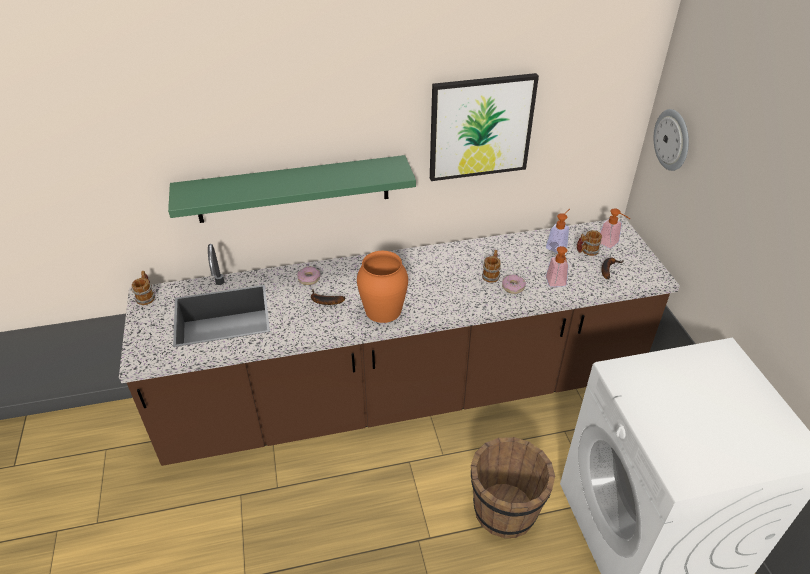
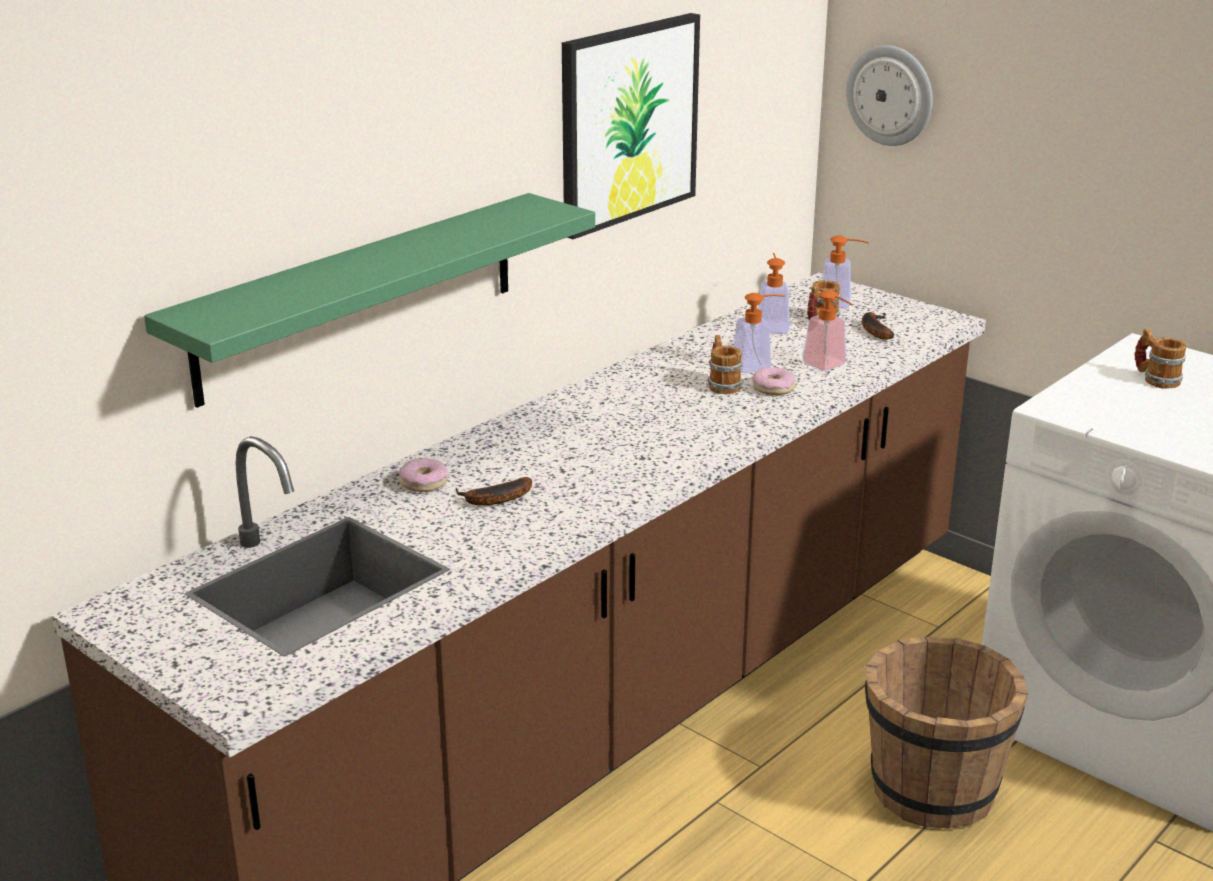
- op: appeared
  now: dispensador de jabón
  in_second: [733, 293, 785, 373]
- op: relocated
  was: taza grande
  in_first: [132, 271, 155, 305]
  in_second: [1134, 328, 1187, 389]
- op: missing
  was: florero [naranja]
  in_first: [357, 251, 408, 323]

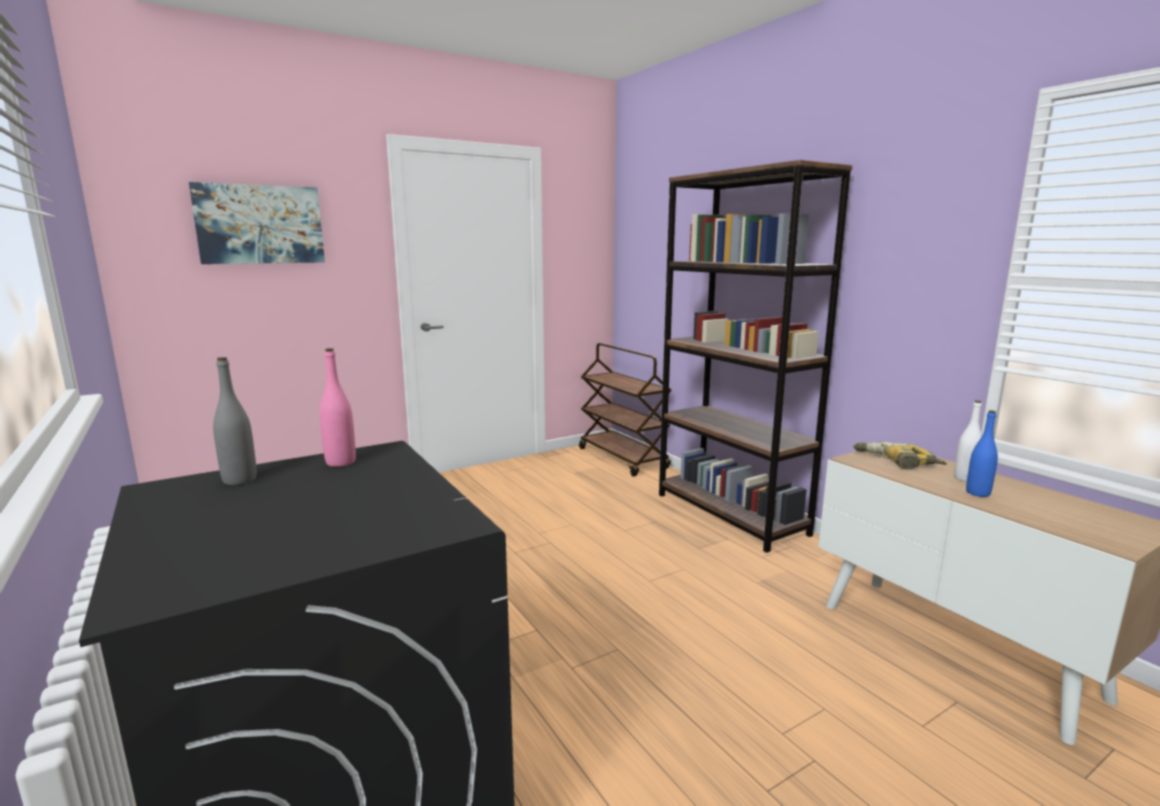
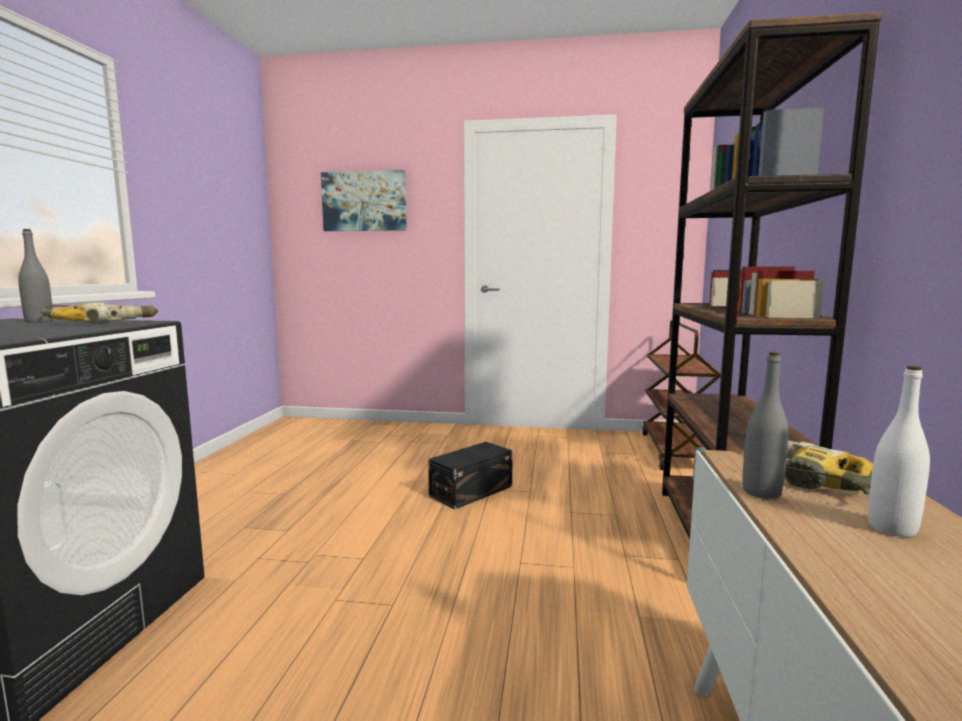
- op: exchanged
  was: botella [rosa]
  now: taladro
  in_first: [320, 348, 356, 467]
  in_second: [41, 302, 158, 324]
- op: appeared
  now: caja de almacenaje [negro]
  in_second: [428, 442, 513, 509]
- op: appeared
  now: botella [gris]
  in_second: [742, 352, 789, 499]
- op: missing
  was: botella [azul]
  in_first: [966, 410, 998, 497]

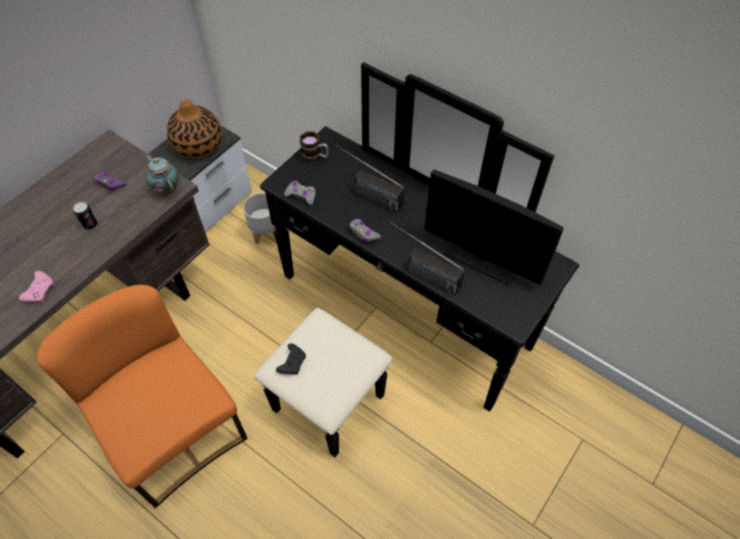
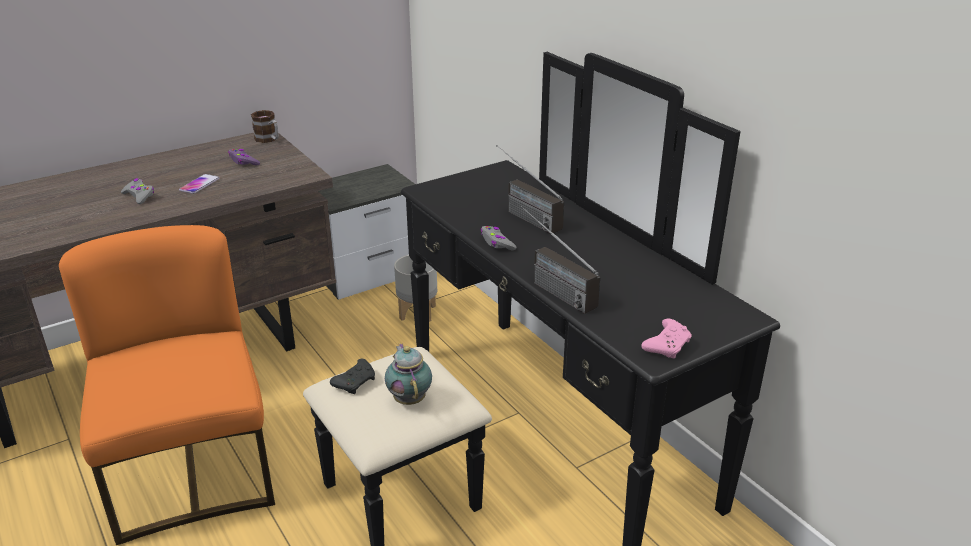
- op: relocated
  was: mando de consola [gris]
  in_first: [284, 181, 316, 205]
  in_second: [121, 178, 154, 204]
- op: exchanged
  was: lata
  now: móvil
  in_first: [73, 202, 98, 230]
  in_second: [179, 174, 219, 194]
- op: relocated
  was: taza grande
  in_first: [300, 132, 328, 162]
  in_second: [251, 110, 279, 143]
- op: relocated
  was: tetera
  in_first: [146, 155, 179, 195]
  in_second: [385, 343, 432, 405]
- op: relocated
  was: mando de consola [rosa]
  in_first: [19, 271, 54, 302]
  in_second: [641, 318, 692, 359]
- op: missing
  was: florero
  in_first: [167, 99, 222, 158]
- op: missing
  was: monitor
  in_first: [424, 169, 564, 285]

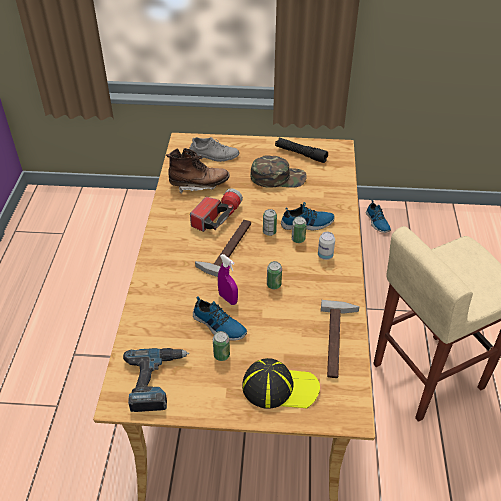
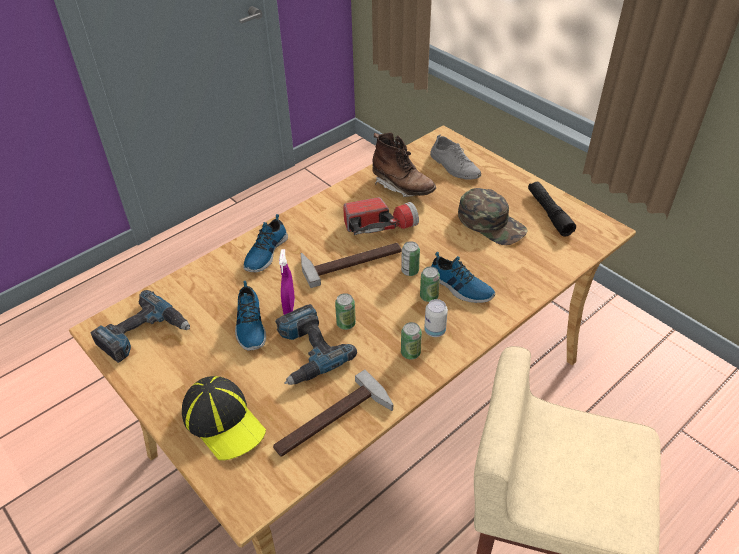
- op: relocated
  was: zapato
  in_first: [366, 200, 391, 233]
  in_second: [243, 214, 288, 272]
- op: appeared
  now: taladro
  in_second: [275, 304, 357, 385]
- op: relocated
  was: lata
  in_first: [213, 331, 230, 361]
  in_second: [401, 322, 422, 360]

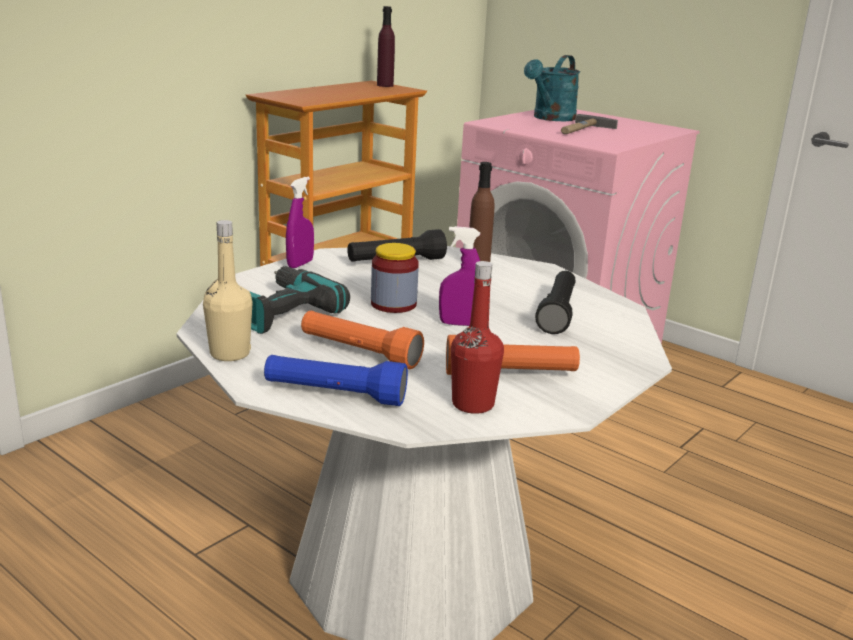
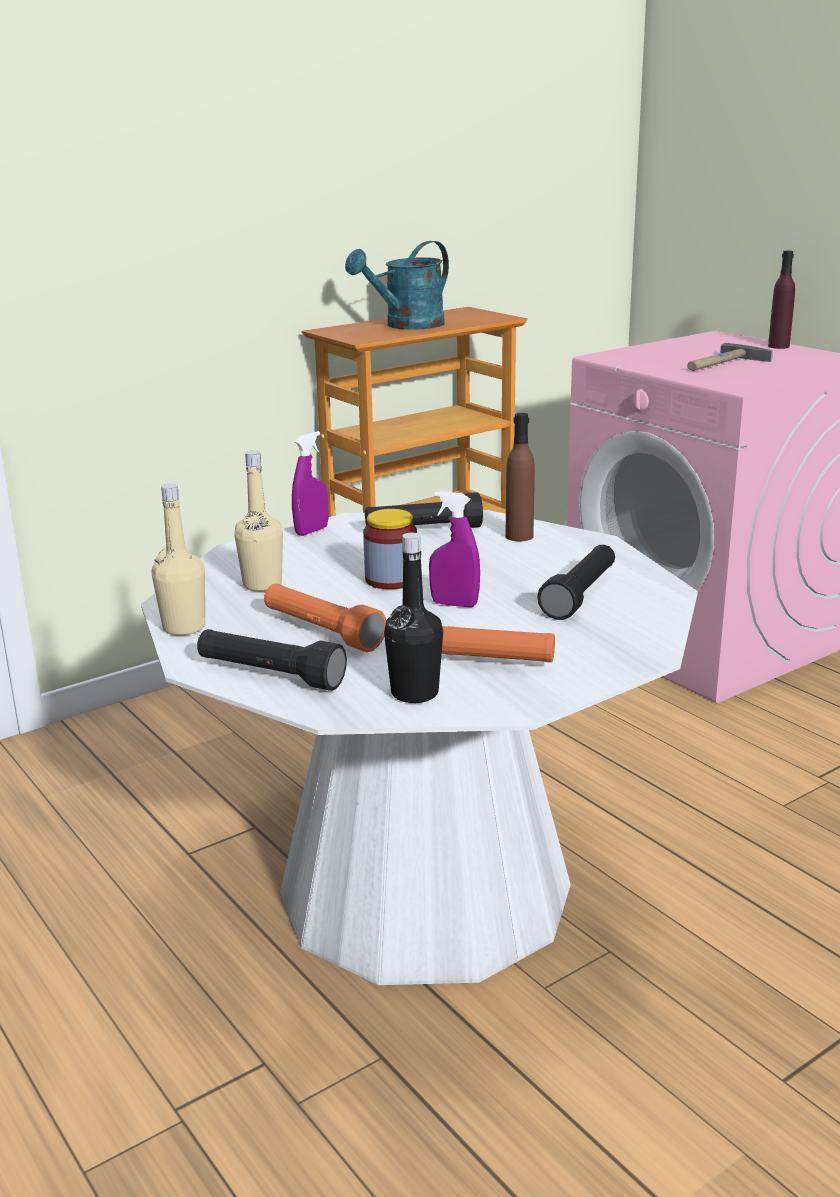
- op: colour
  was: linterna [azul]
  now: linterna [negro]
  in_first: [264, 355, 408, 406]
  in_second: [197, 629, 347, 691]
- op: exchanged
  was: taladro
  now: botella [beis]
  in_first: [249, 266, 350, 334]
  in_second: [234, 451, 283, 591]
- op: relocated
  was: regadera [turquesa]
  in_first: [524, 55, 580, 121]
  in_second: [345, 241, 449, 330]
- op: colour
  was: botella [rojo]
  now: botella [negro]
  in_first: [451, 261, 504, 414]
  in_second: [384, 533, 443, 703]
- op: relocated
  was: botella [morado]
  in_first: [377, 6, 395, 87]
  in_second: [768, 251, 795, 349]

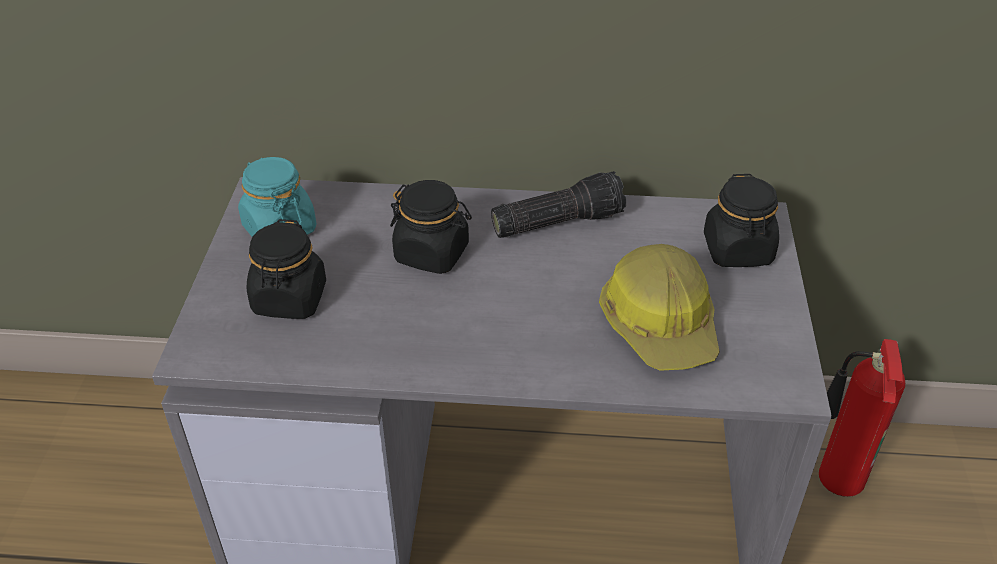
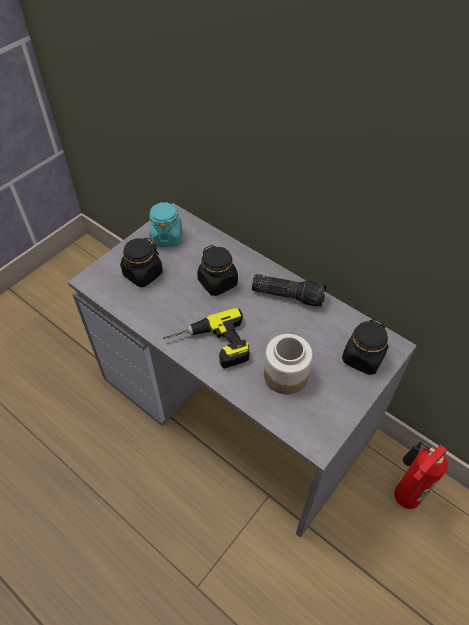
- op: appeared
  now: taladro
  in_second: [163, 308, 250, 369]
- op: exchanged
  was: casco
  now: tarro
  in_first: [599, 244, 720, 371]
  in_second: [264, 334, 313, 395]

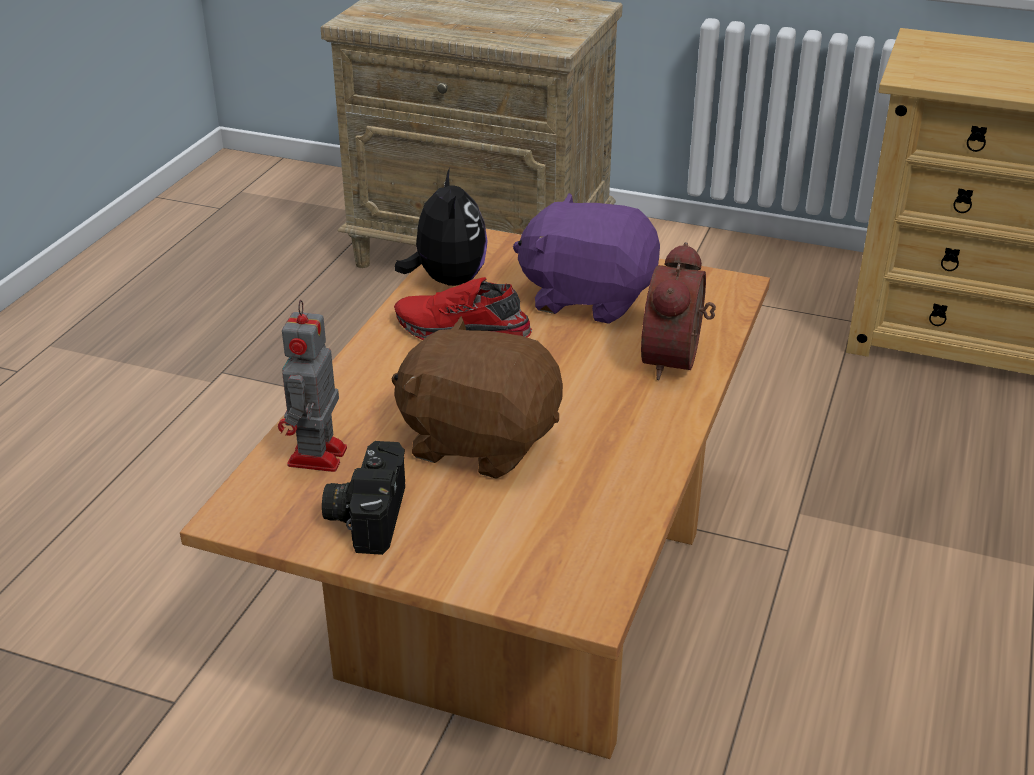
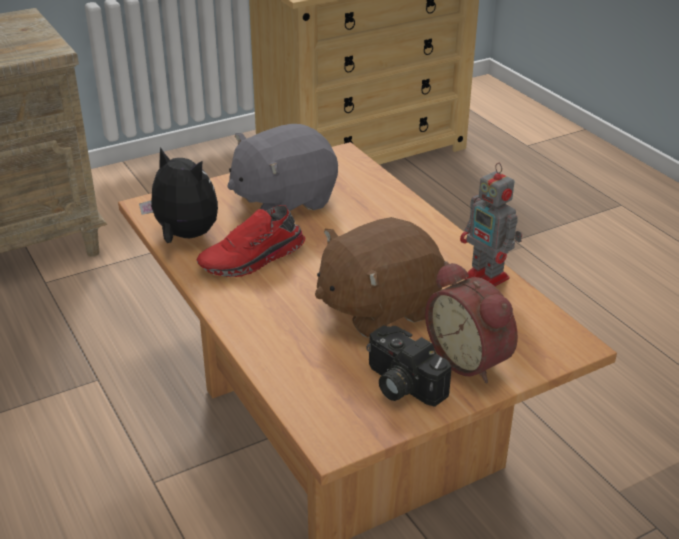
- op: colour
  was: peluche [morado]
  now: peluche [gris]
  in_first: [513, 193, 660, 324]
  in_second: [227, 124, 338, 211]
- op: relocated
  was: despertador
  in_first: [641, 242, 716, 380]
  in_second: [425, 261, 518, 383]
- op: relocated
  was: robot de juguete
  in_first: [278, 300, 347, 472]
  in_second: [460, 163, 522, 286]

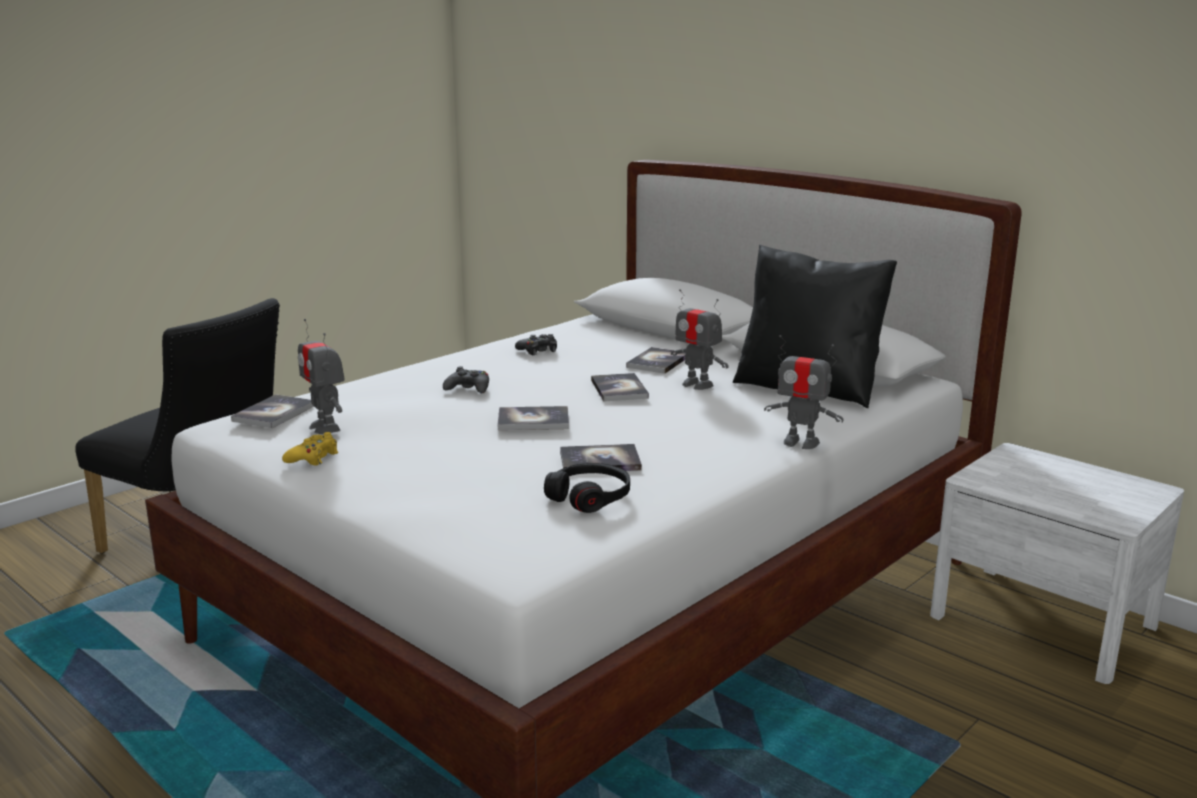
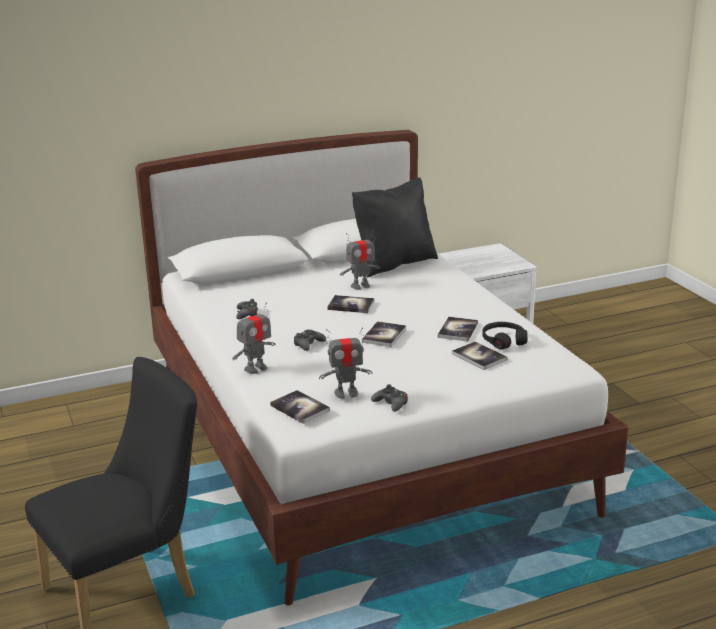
- op: relocated
  was: robot de juguete
  in_first: [764, 335, 844, 449]
  in_second: [232, 302, 275, 374]
- op: colour
  was: mando de consola [amarillo]
  now: mando de consola [negro]
  in_first: [282, 432, 338, 466]
  in_second: [371, 384, 408, 412]
- op: relocated
  was: libro
  in_first: [626, 347, 686, 374]
  in_second: [452, 342, 507, 370]

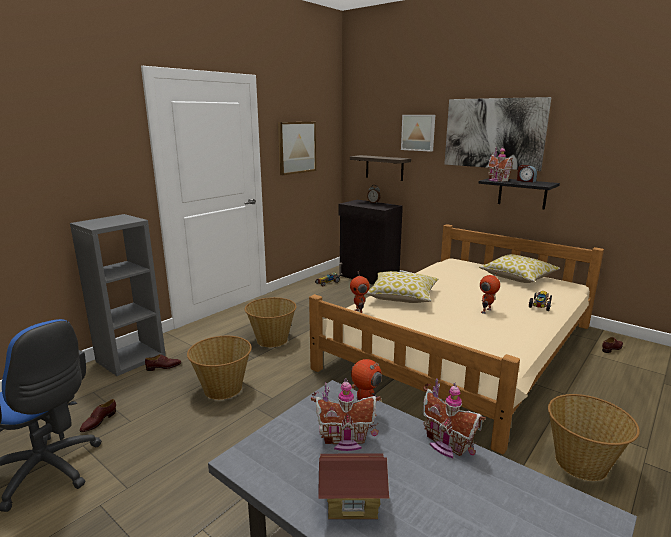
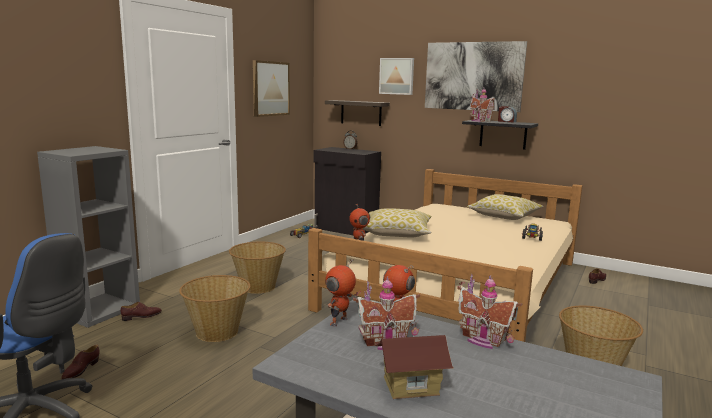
- op: relocated
  was: robot de juguete
  in_first: [480, 271, 500, 314]
  in_second: [325, 259, 356, 327]

